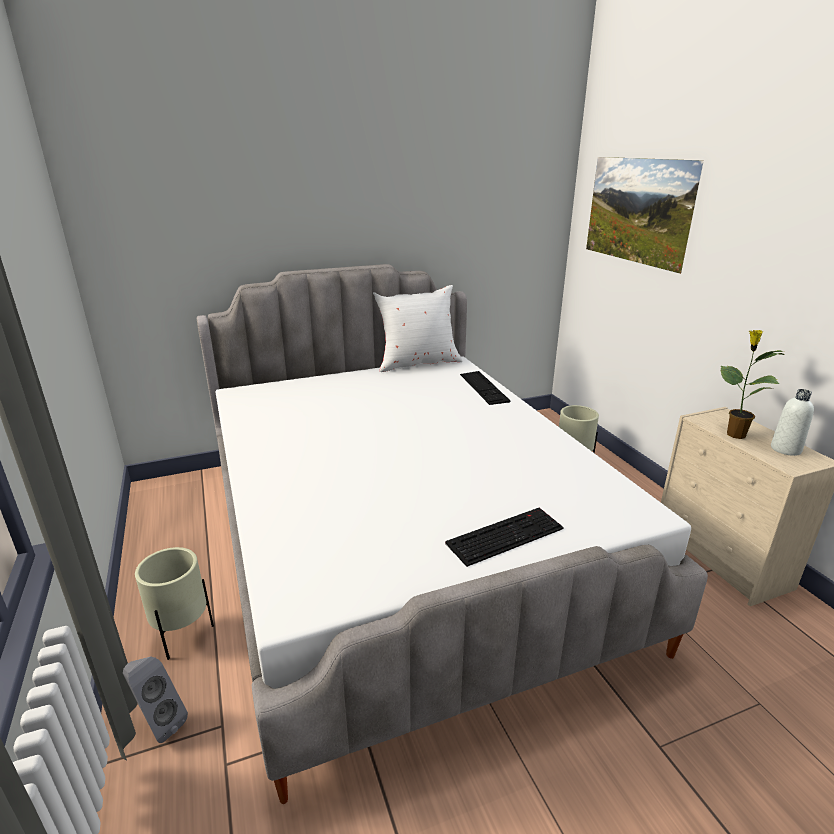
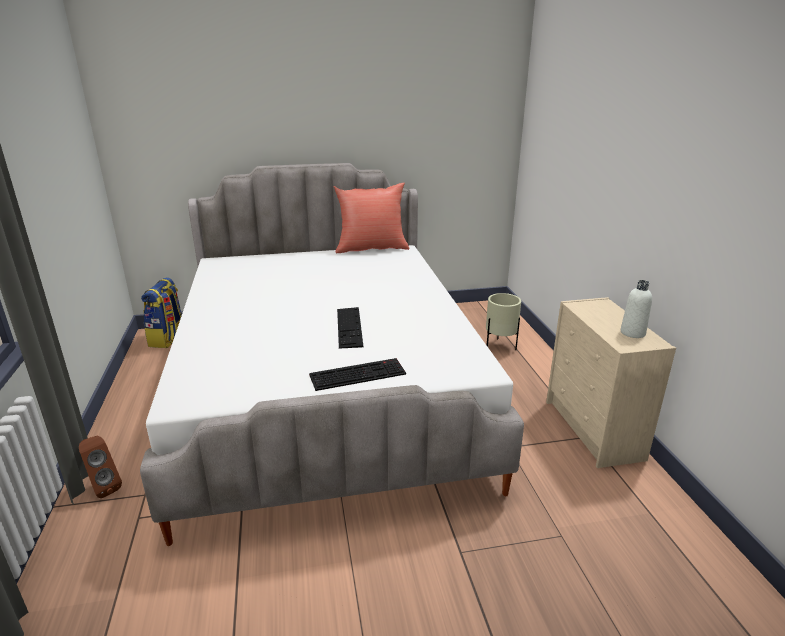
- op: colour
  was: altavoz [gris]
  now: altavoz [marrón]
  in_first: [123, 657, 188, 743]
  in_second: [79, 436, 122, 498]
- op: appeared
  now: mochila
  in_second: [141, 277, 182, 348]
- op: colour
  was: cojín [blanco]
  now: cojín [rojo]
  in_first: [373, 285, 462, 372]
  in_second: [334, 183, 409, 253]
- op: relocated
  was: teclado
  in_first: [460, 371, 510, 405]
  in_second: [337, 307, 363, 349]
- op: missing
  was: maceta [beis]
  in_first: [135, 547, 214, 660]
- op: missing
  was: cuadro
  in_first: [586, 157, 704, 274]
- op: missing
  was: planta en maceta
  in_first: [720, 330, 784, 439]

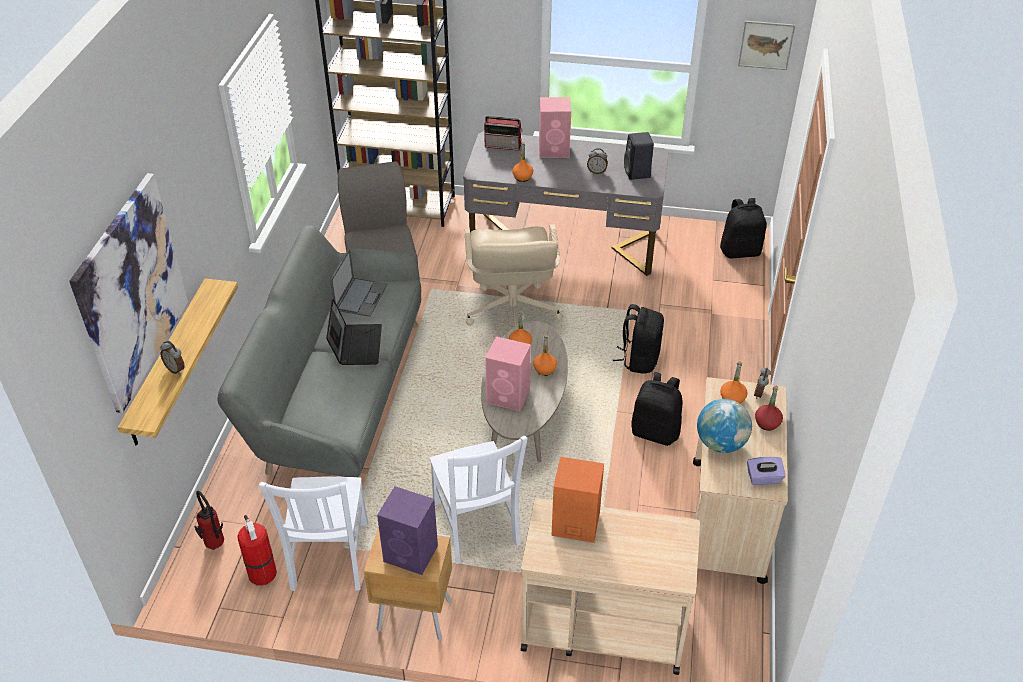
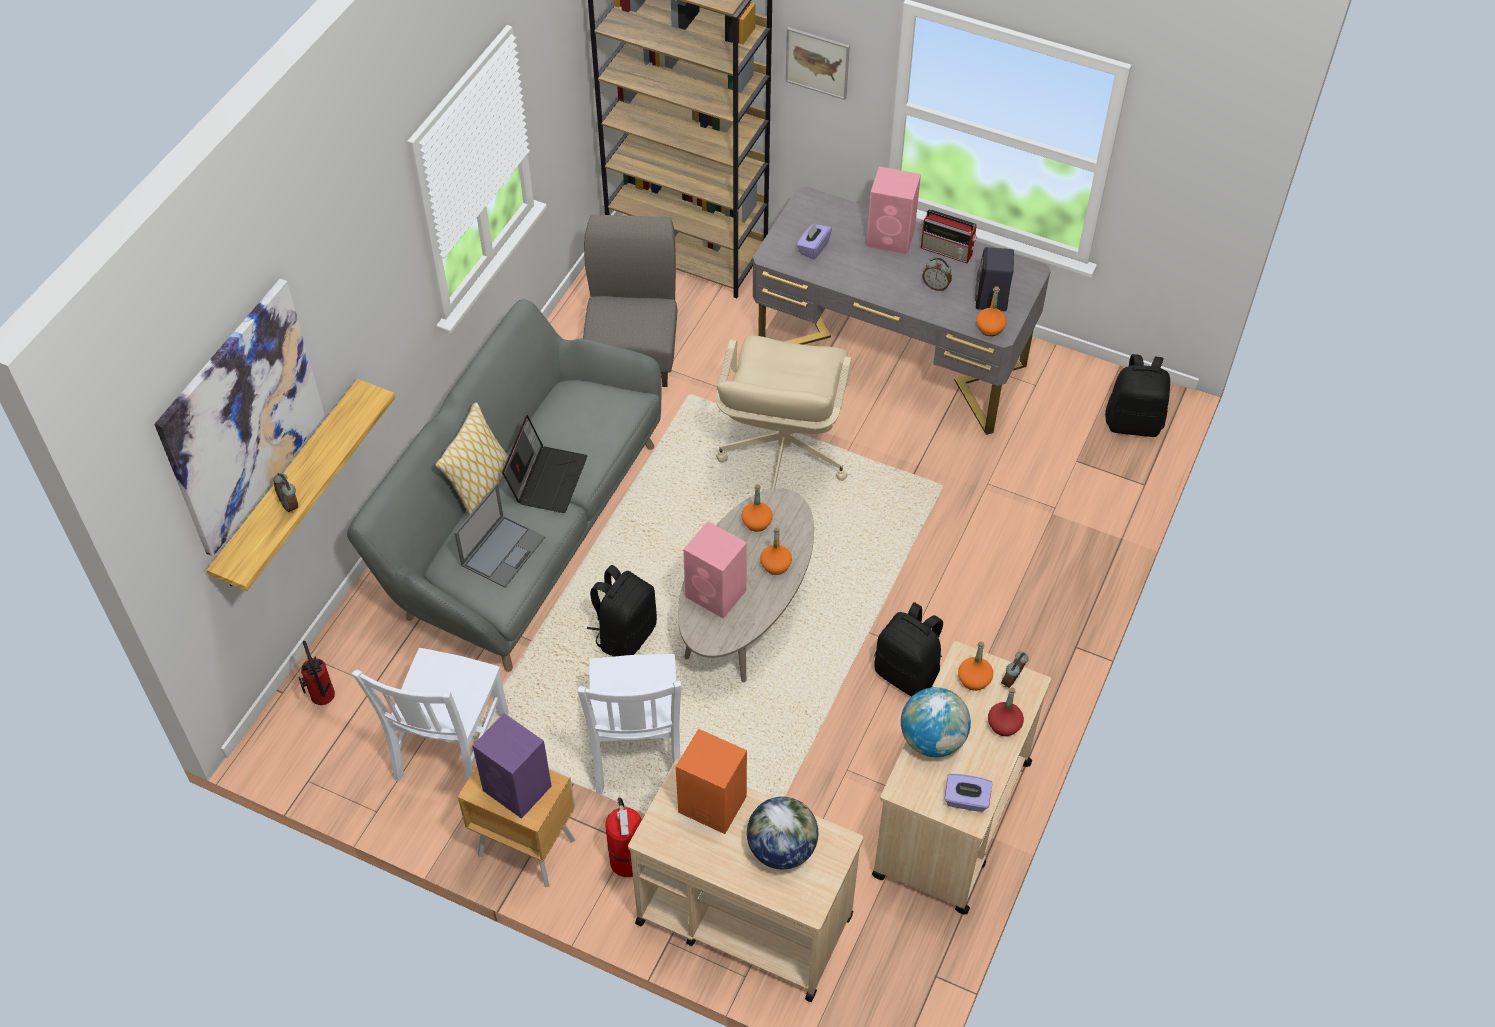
- op: appeared
  now: cojín
  in_second: [435, 402, 509, 515]
- op: relocated
  was: portátil
  in_first: [330, 249, 387, 317]
  in_second: [455, 483, 545, 588]
- op: relocated
  was: mochila [negro]
  in_first: [613, 304, 664, 374]
  in_second: [587, 565, 657, 657]
- op: relocated
  was: extintor
  in_first: [237, 515, 277, 585]
  in_second: [605, 798, 642, 877]
- op: appeared
  now: globo terráqueo
  in_second: [747, 797, 818, 869]
- op: relocated
  was: cuadro
  in_first: [738, 21, 795, 70]
  in_second: [785, 27, 850, 100]
- op: appeared
  now: caja de pañuelos [morado]
  in_second: [797, 222, 832, 259]
- op: relocated
  was: radio
  in_first: [484, 116, 523, 151]
  in_second: [921, 209, 977, 263]
- op: relocated
  was: botella [naranja]
  in_first: [512, 142, 534, 182]
  in_second: [976, 286, 1007, 336]

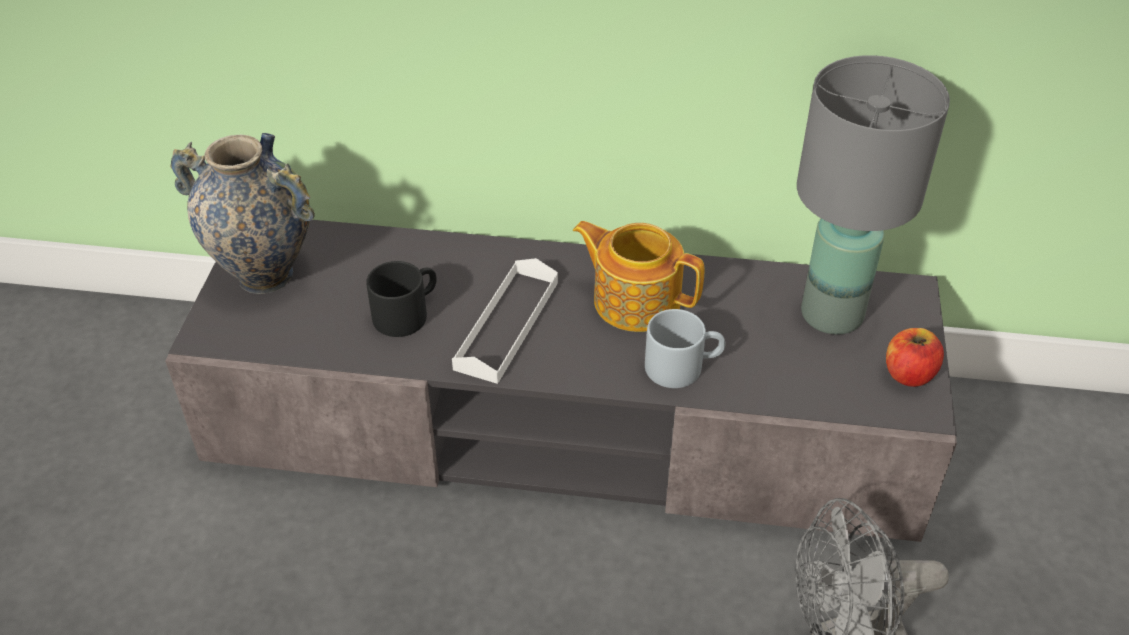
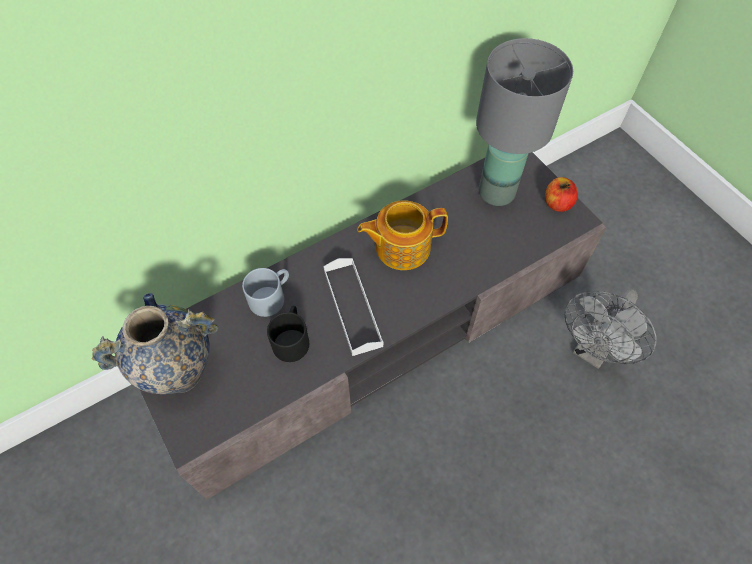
- op: relocated
  was: taza grande [gris]
  in_first: [645, 309, 725, 388]
  in_second: [242, 268, 289, 317]

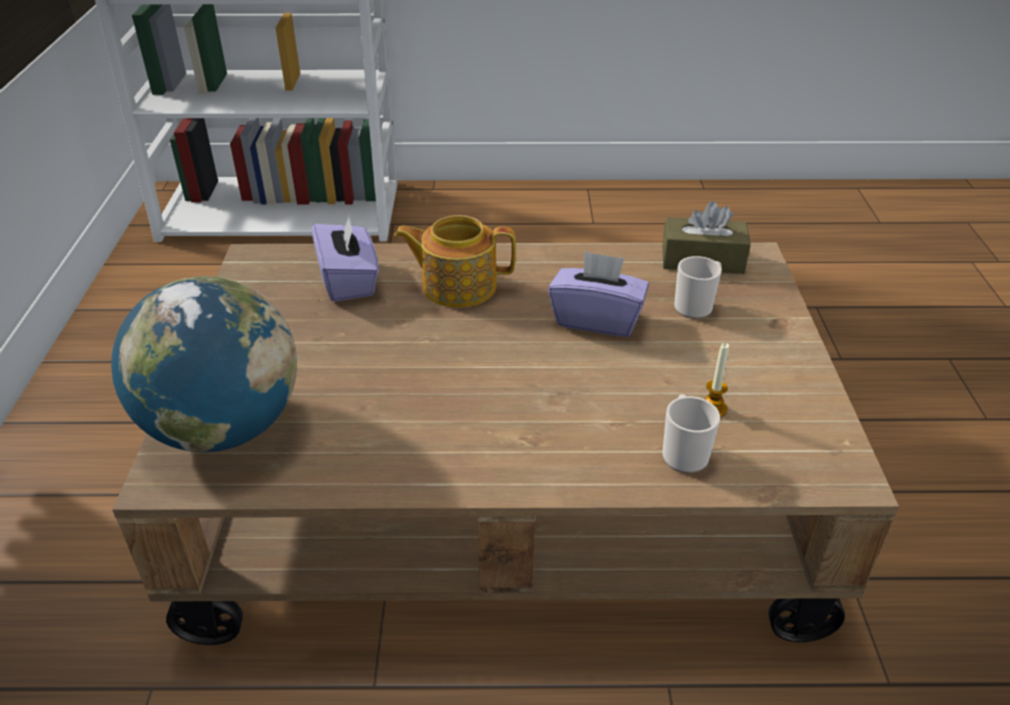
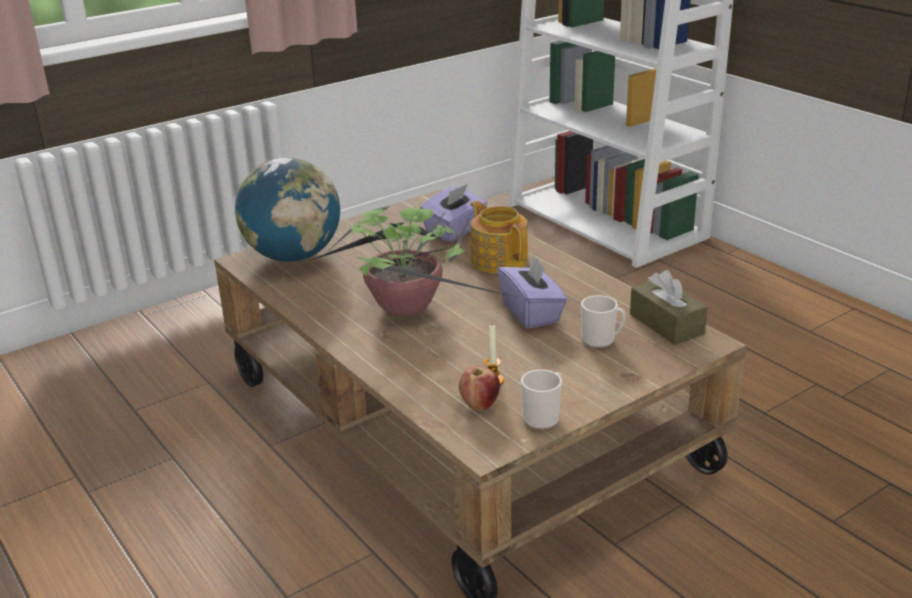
- op: appeared
  now: planta en maceta
  in_second: [309, 205, 519, 317]
- op: appeared
  now: manzana
  in_second: [459, 366, 500, 410]
- op: relocated
  was: taza grande
  in_first: [662, 394, 720, 473]
  in_second: [521, 369, 562, 430]

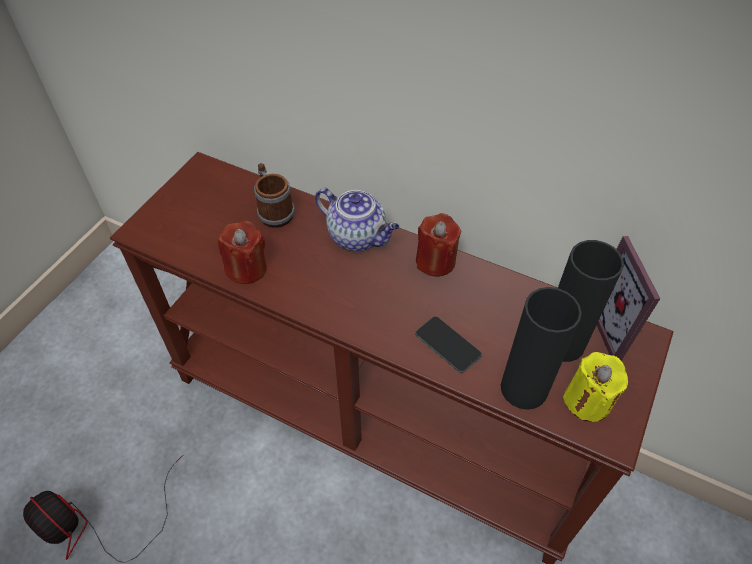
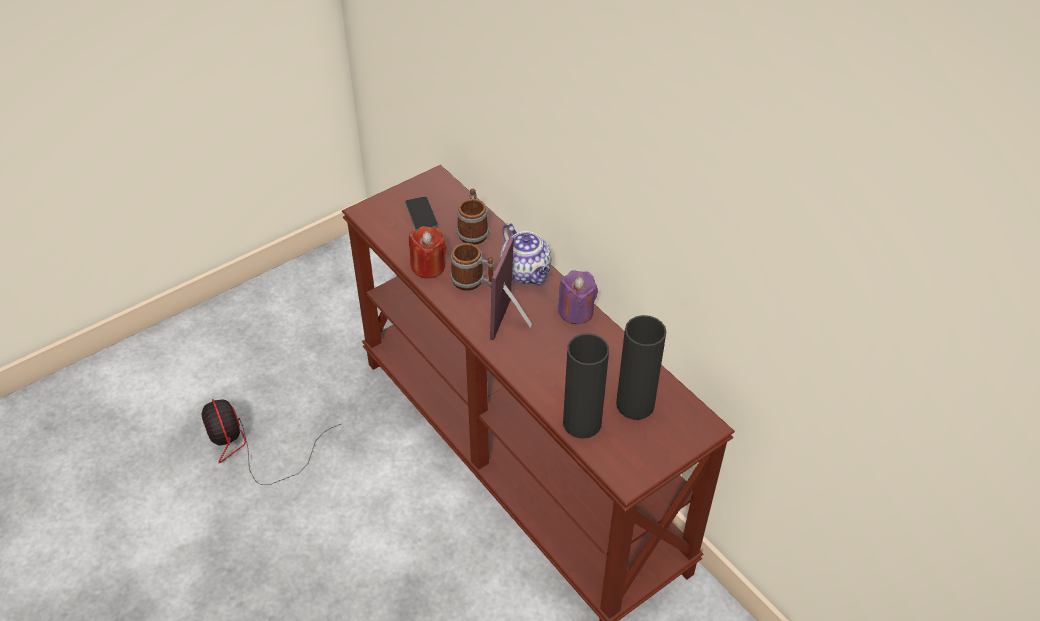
- op: relocated
  was: móvil
  in_first: [415, 316, 482, 373]
  in_second: [405, 196, 438, 231]
- op: appeared
  now: taza grande
  in_second: [450, 243, 494, 291]
- op: relocated
  was: portarretratos
  in_first: [597, 236, 660, 361]
  in_second: [490, 237, 532, 340]
- op: colour
  was: vela [rojo]
  now: vela [morado]
  in_first: [416, 213, 461, 276]
  in_second: [558, 270, 598, 324]
- op: missing
  was: vela [amarillo]
  in_first: [563, 352, 628, 422]

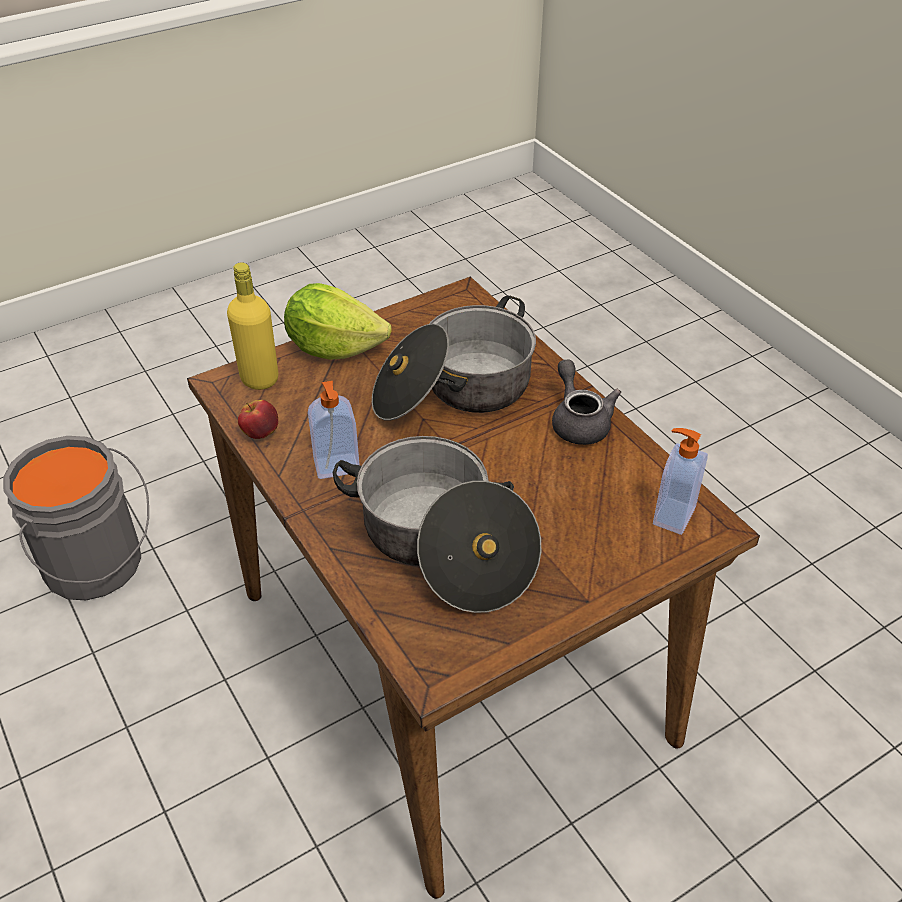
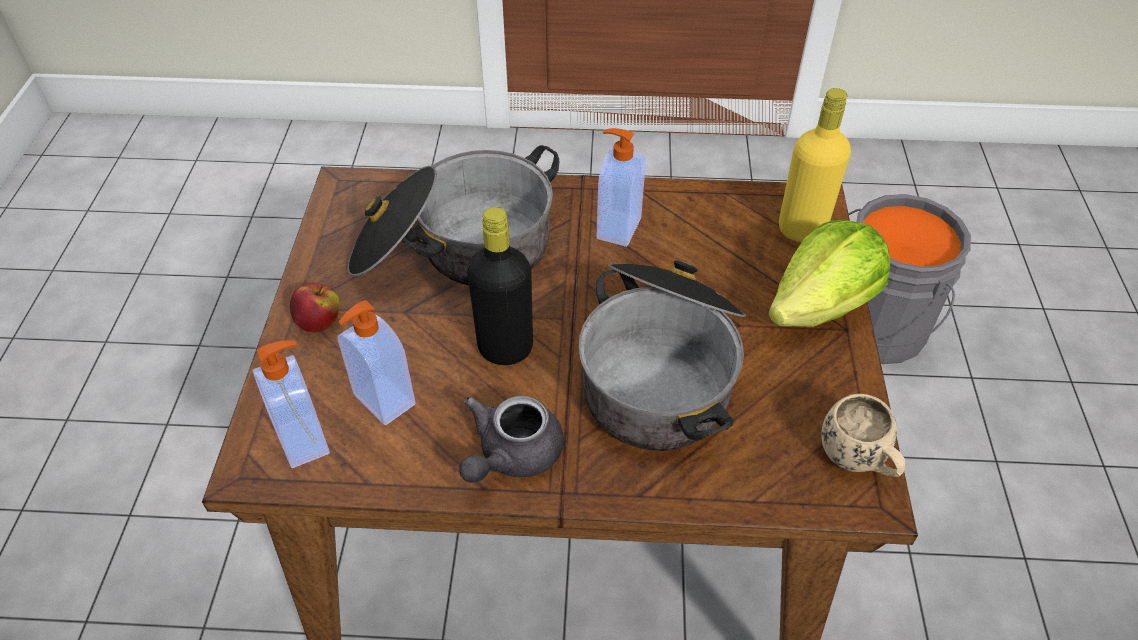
- op: relocated
  was: manzana
  in_first: [238, 400, 278, 439]
  in_second: [290, 283, 340, 332]
- op: appeared
  now: dispensador de jabón
  in_second: [338, 300, 416, 425]
- op: spun
  was: tetera [gris]
  in_first: [552, 359, 621, 445]
  in_second: [459, 396, 564, 483]
  clockwise: 105
- op: appeared
  now: botella [negro]
  in_second: [467, 207, 533, 365]
- op: appeared
  now: taza grande [beis]
  in_second: [821, 394, 906, 477]

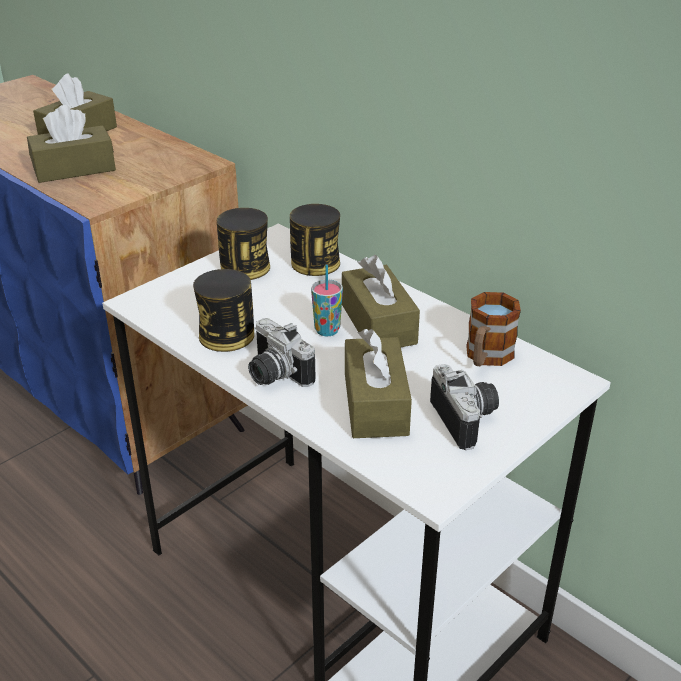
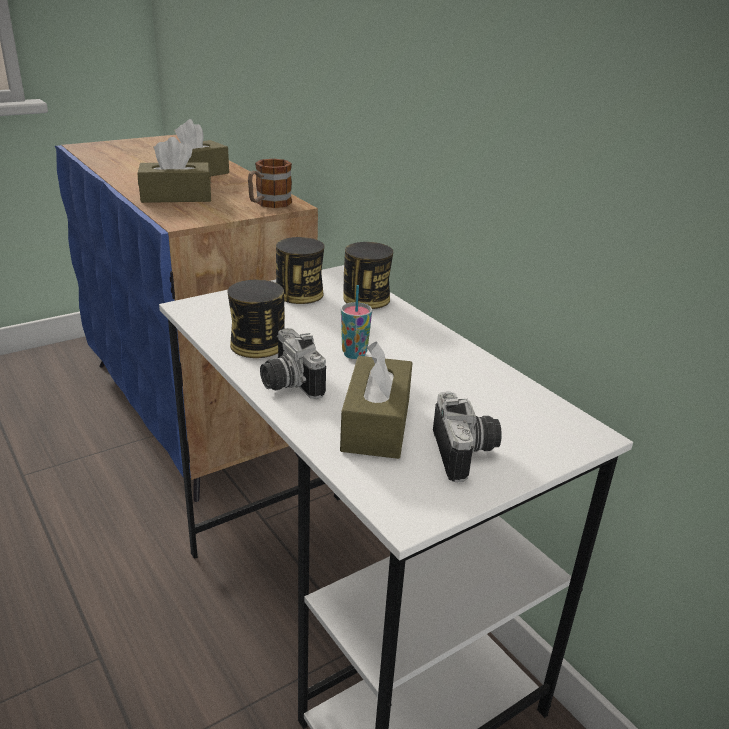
- op: relocated
  was: taza grande
  in_first: [466, 292, 521, 366]
  in_second: [248, 158, 292, 208]
- op: missing
  was: caja de pañuelos [marrón]
  in_first: [342, 255, 420, 347]

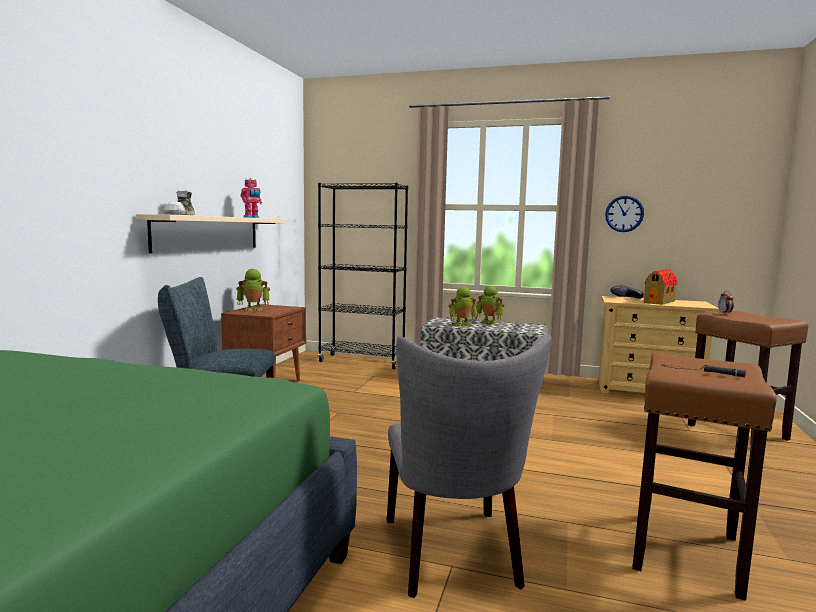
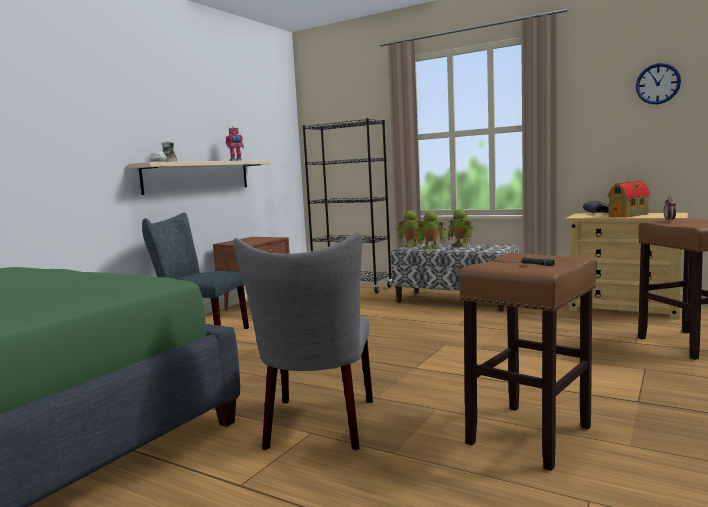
- op: relocated
  was: robot de juguete
  in_first: [237, 269, 270, 311]
  in_second: [397, 211, 424, 247]
- op: relocated
  was: reloj de pared
  in_first: [605, 196, 644, 232]
  in_second: [636, 63, 681, 105]

